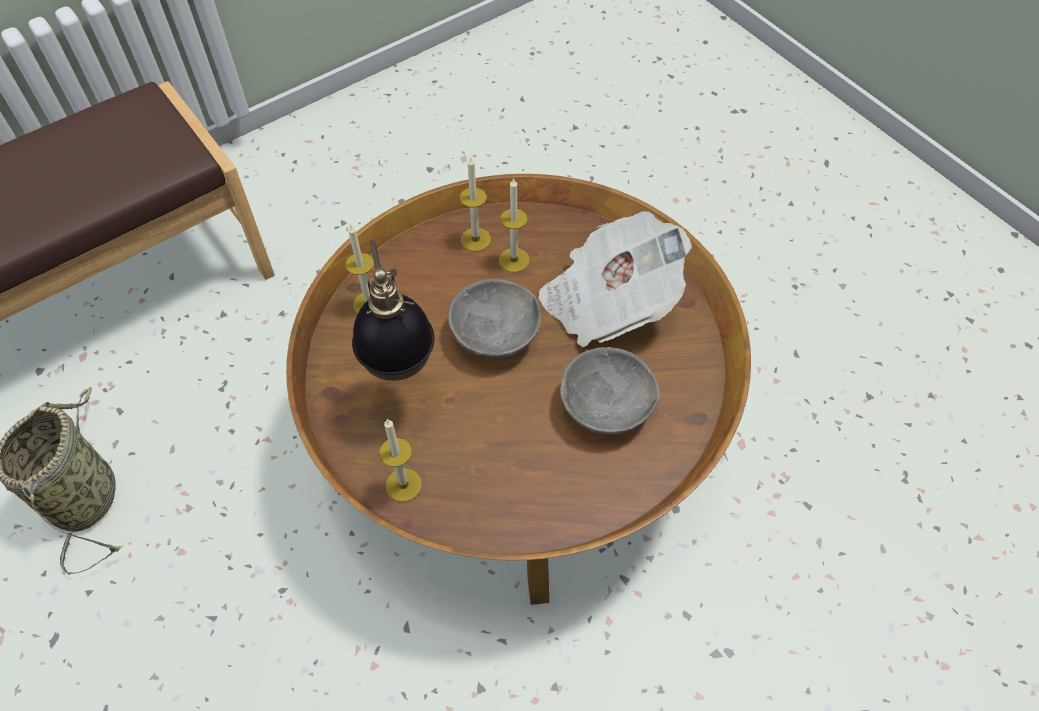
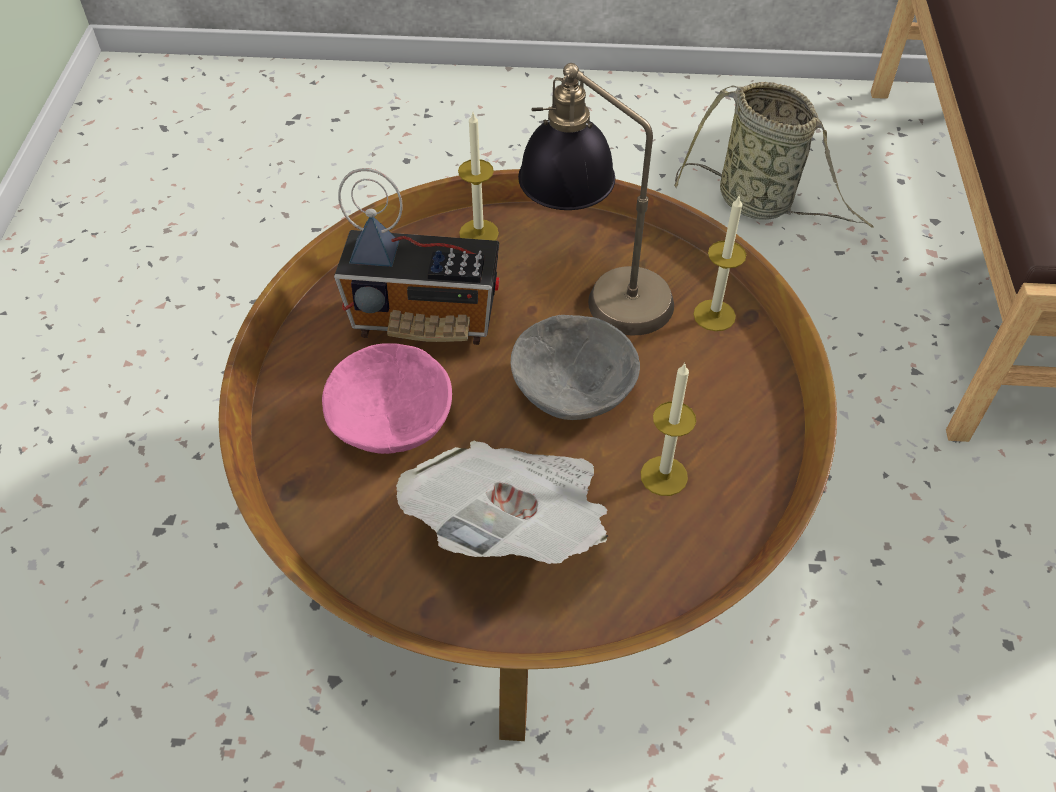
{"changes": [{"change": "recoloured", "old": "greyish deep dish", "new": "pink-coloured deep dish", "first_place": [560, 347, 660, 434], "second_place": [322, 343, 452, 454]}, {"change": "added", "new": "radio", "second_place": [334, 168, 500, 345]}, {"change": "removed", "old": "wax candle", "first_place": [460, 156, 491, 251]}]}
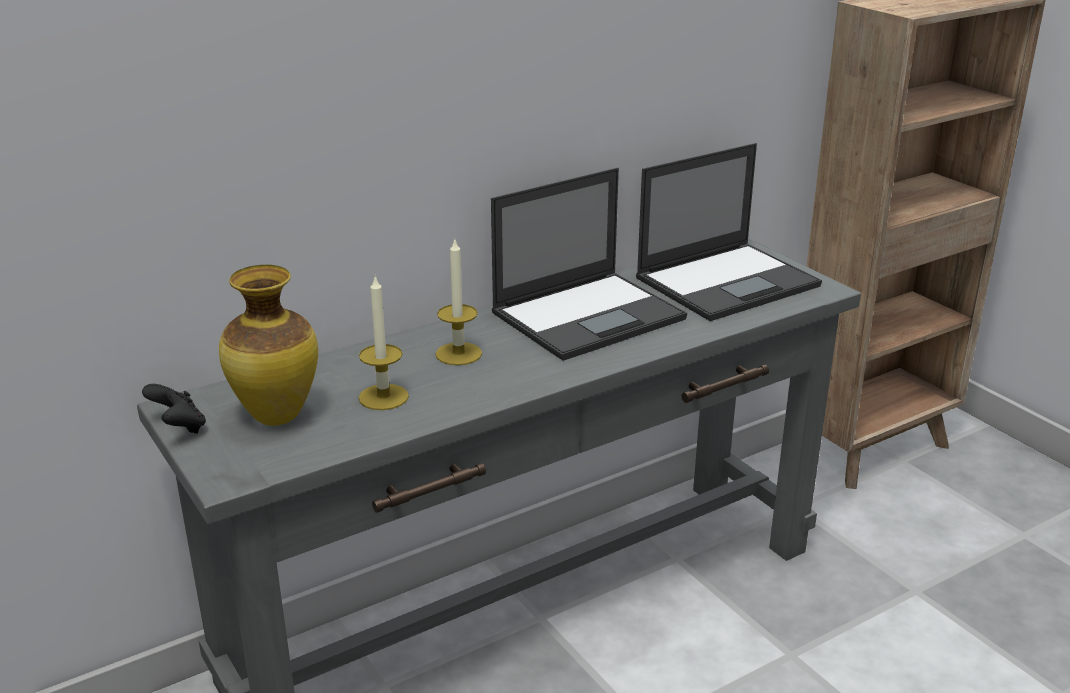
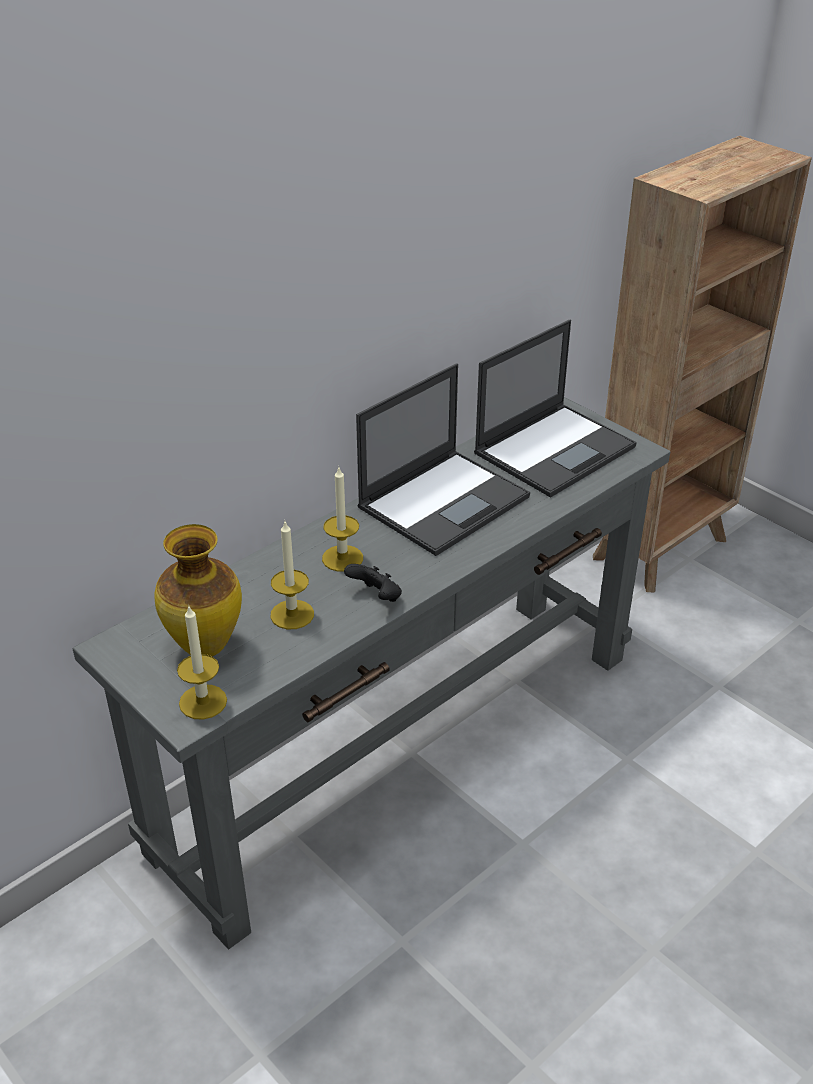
{"changes": [{"change": "added", "new": "wax candle", "second_place": [177, 604, 227, 720]}, {"change": "moved", "old": "black joypad", "first_place": [142, 384, 206, 434], "second_place": [344, 564, 402, 602]}]}
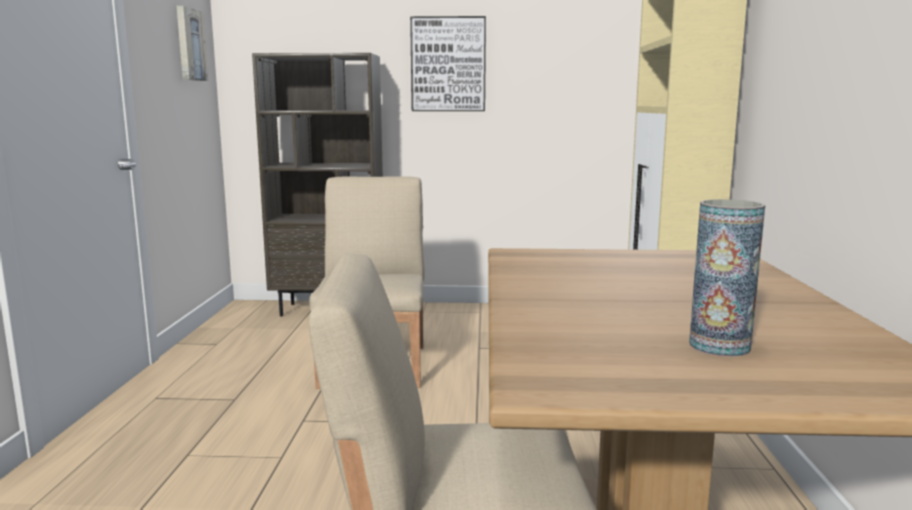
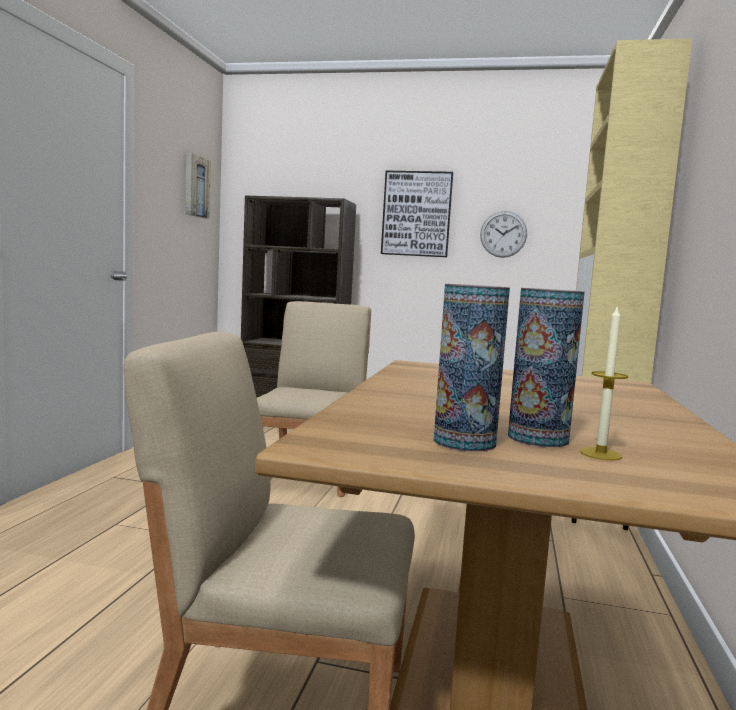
{"changes": [{"change": "added", "new": "flower vase", "second_place": [434, 284, 510, 451]}, {"change": "added", "new": "wall clock", "second_place": [480, 211, 527, 258]}, {"change": "added", "new": "wax candle", "second_place": [580, 307, 628, 460]}]}
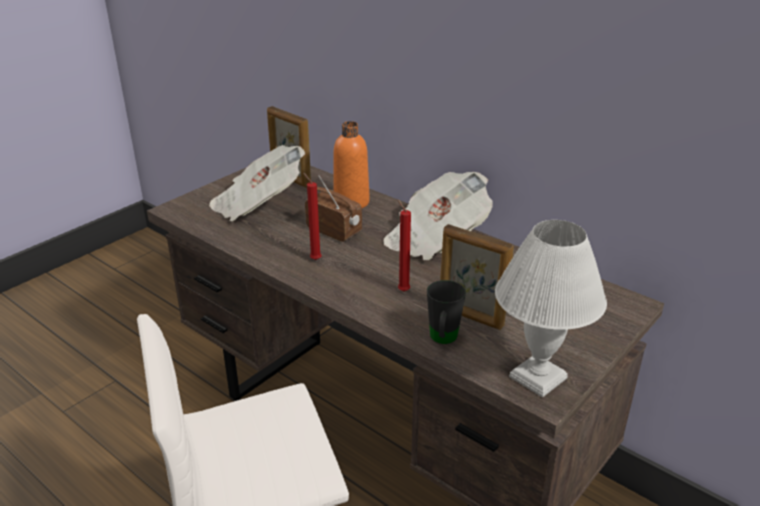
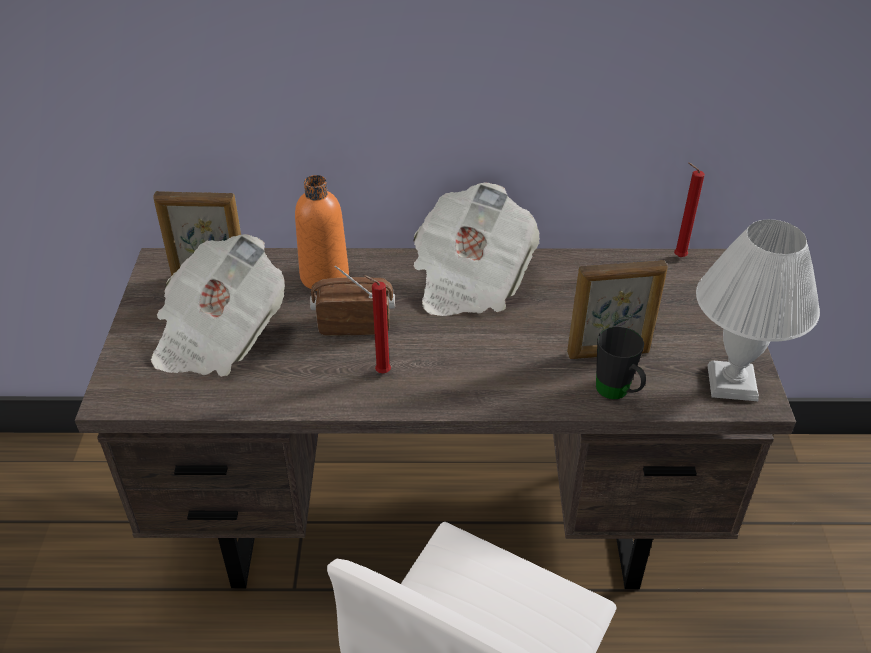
{"changes": [{"change": "moved", "old": "reddish wax candle", "first_place": [398, 199, 411, 291], "second_place": [674, 162, 705, 257]}]}
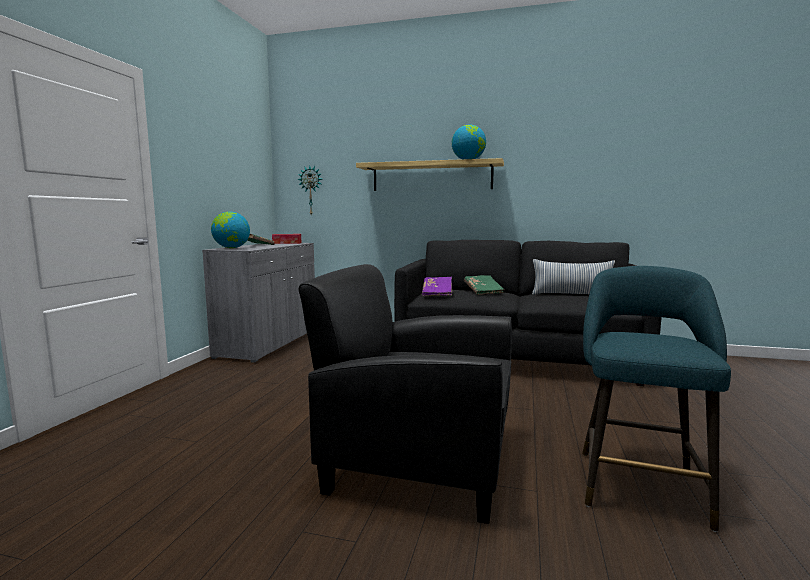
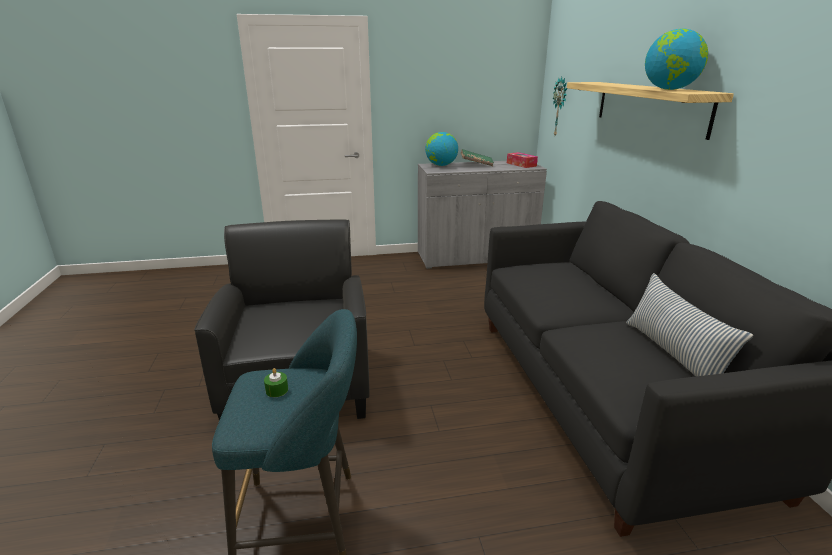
{"changes": [{"change": "added", "new": "greenish wax candle", "second_place": [264, 368, 288, 397]}, {"change": "removed", "old": "purple book", "first_place": [422, 277, 452, 296]}, {"change": "removed", "old": "greenish book", "first_place": [464, 275, 505, 295]}]}
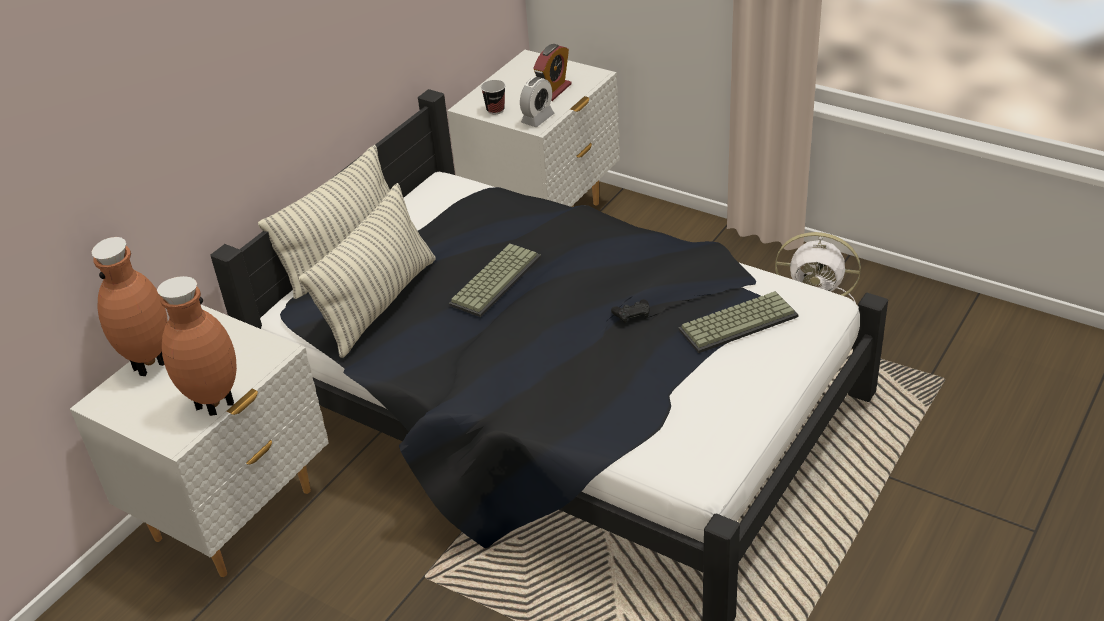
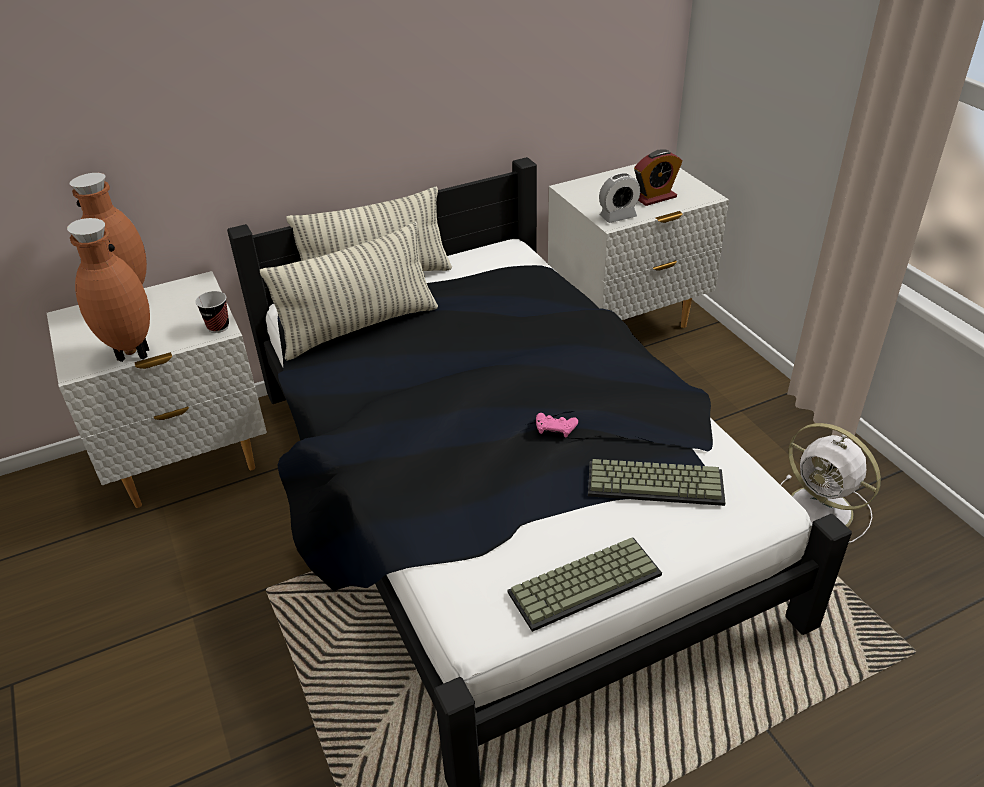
{"changes": [{"change": "moved", "old": "small cup", "first_place": [481, 80, 506, 115], "second_place": [195, 291, 229, 333]}, {"change": "moved", "old": "computer keyboard", "first_place": [449, 244, 541, 317], "second_place": [508, 537, 662, 632]}, {"change": "recoloured", "old": "black joypad", "new": "pink-coloured joypad", "first_place": [611, 299, 650, 323], "second_place": [536, 413, 578, 437]}]}
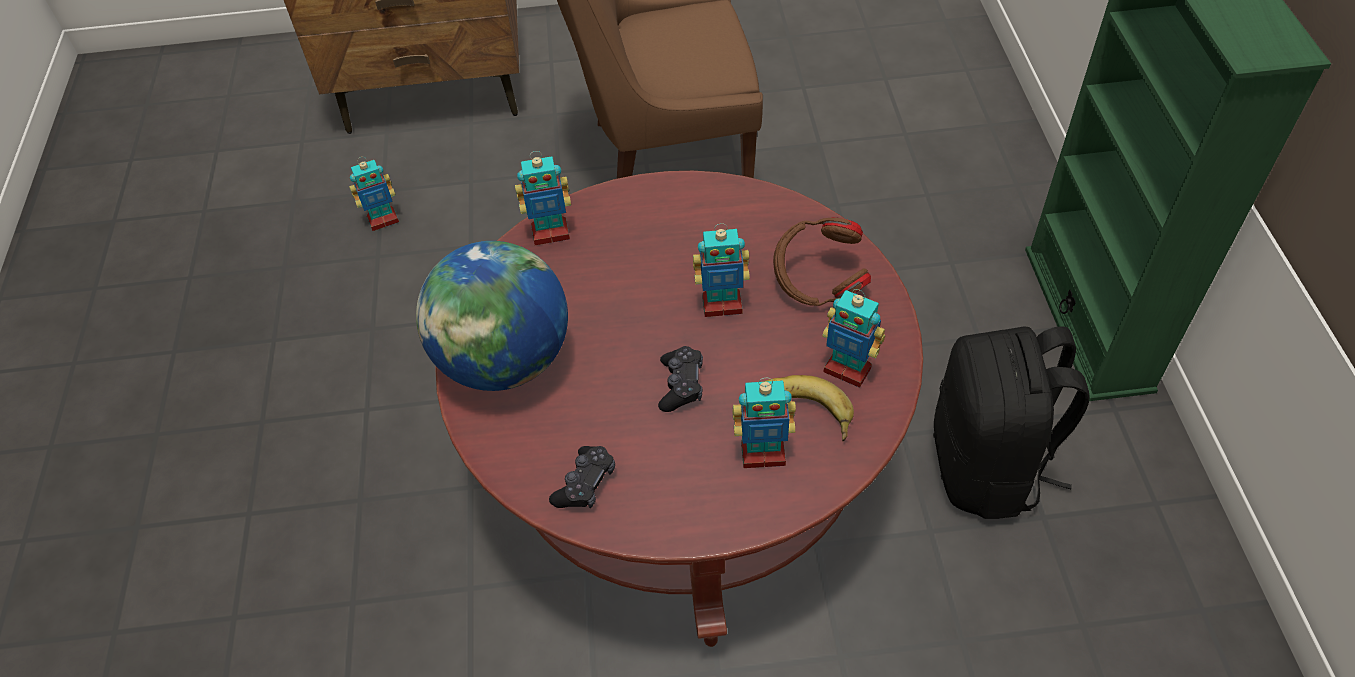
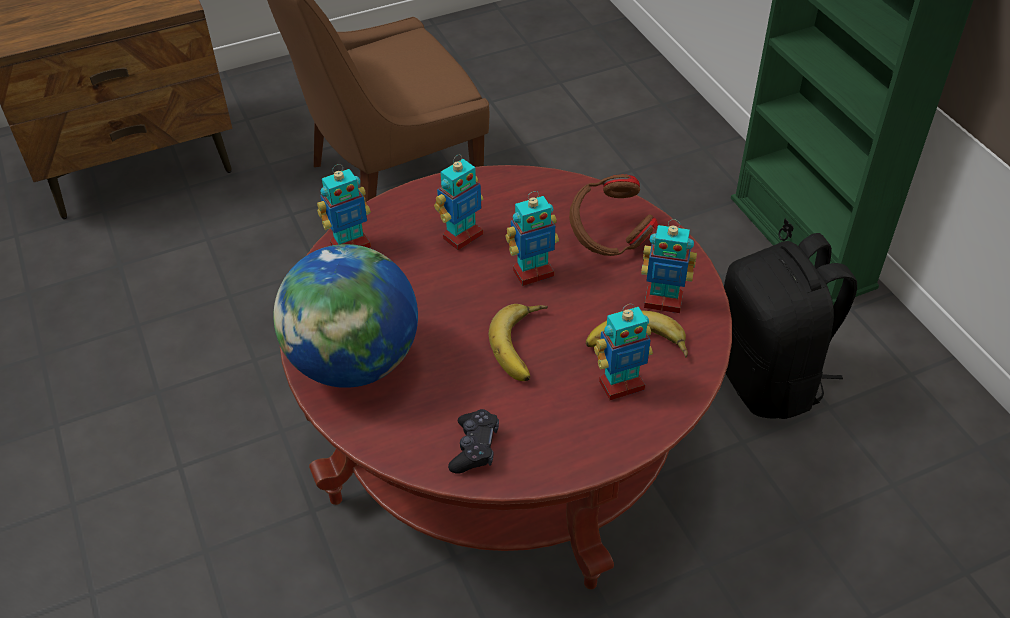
{"changes": [{"change": "moved", "old": "robot figure", "first_place": [349, 157, 399, 231], "second_place": [434, 155, 483, 250]}, {"change": "replaced", "old": "black joypad", "new": "banana fruit", "first_place": [658, 346, 703, 412], "second_place": [489, 304, 548, 381]}]}
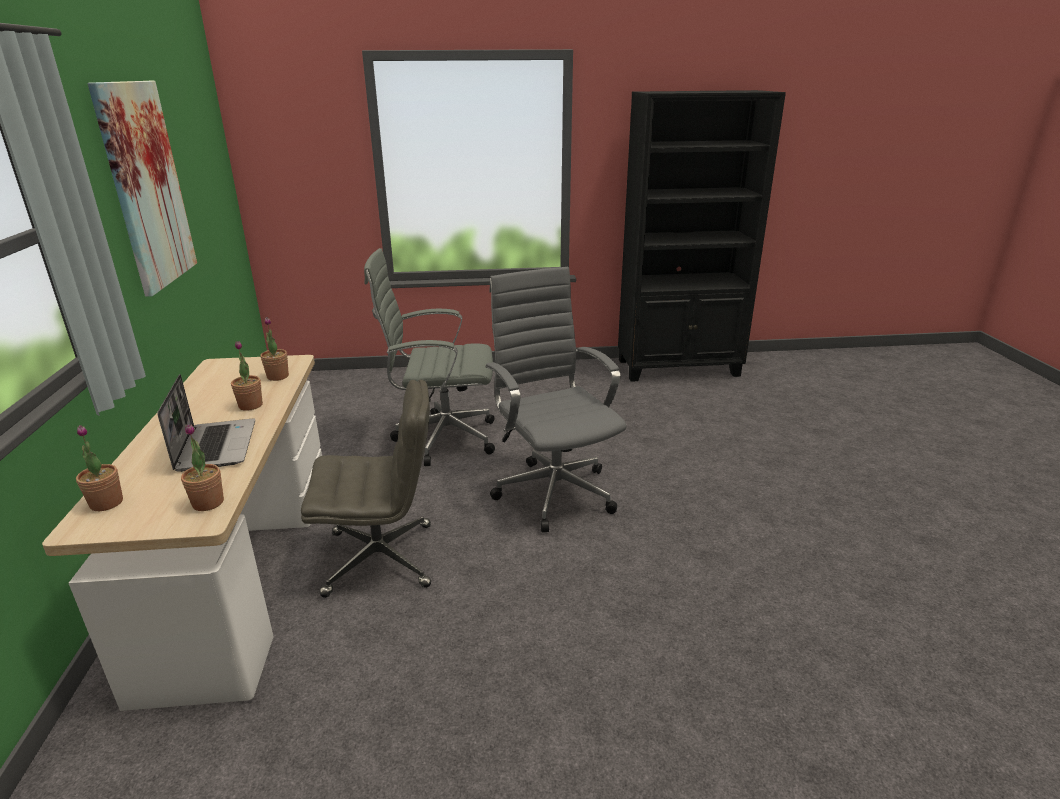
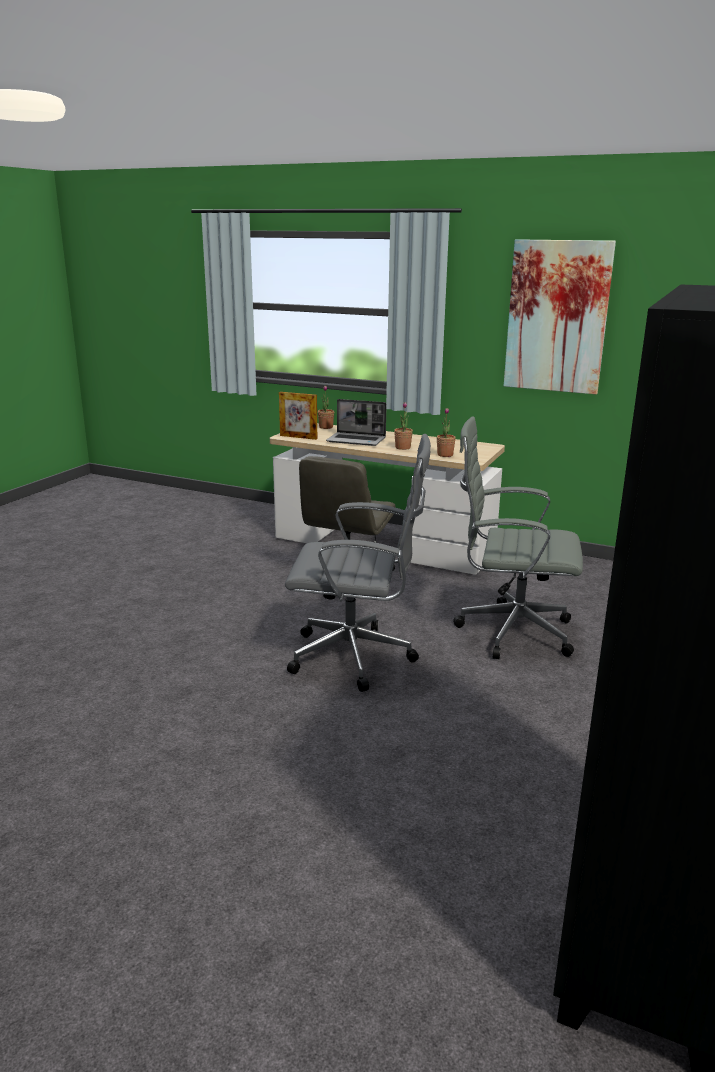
{"changes": [{"change": "replaced", "old": "houseplant", "new": "standing frame", "first_place": [181, 424, 224, 511], "second_place": [279, 392, 317, 440]}, {"change": "turned", "old": "greyish office chair", "first_place": [364, 248, 495, 466], "second_place": [453, 417, 583, 659], "degrees": -105}]}
